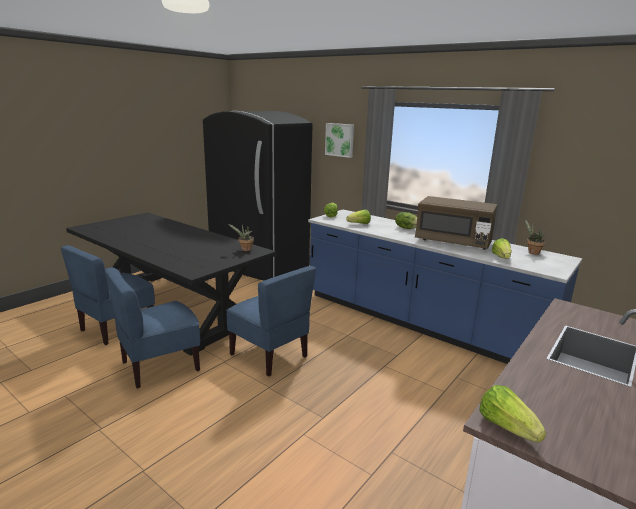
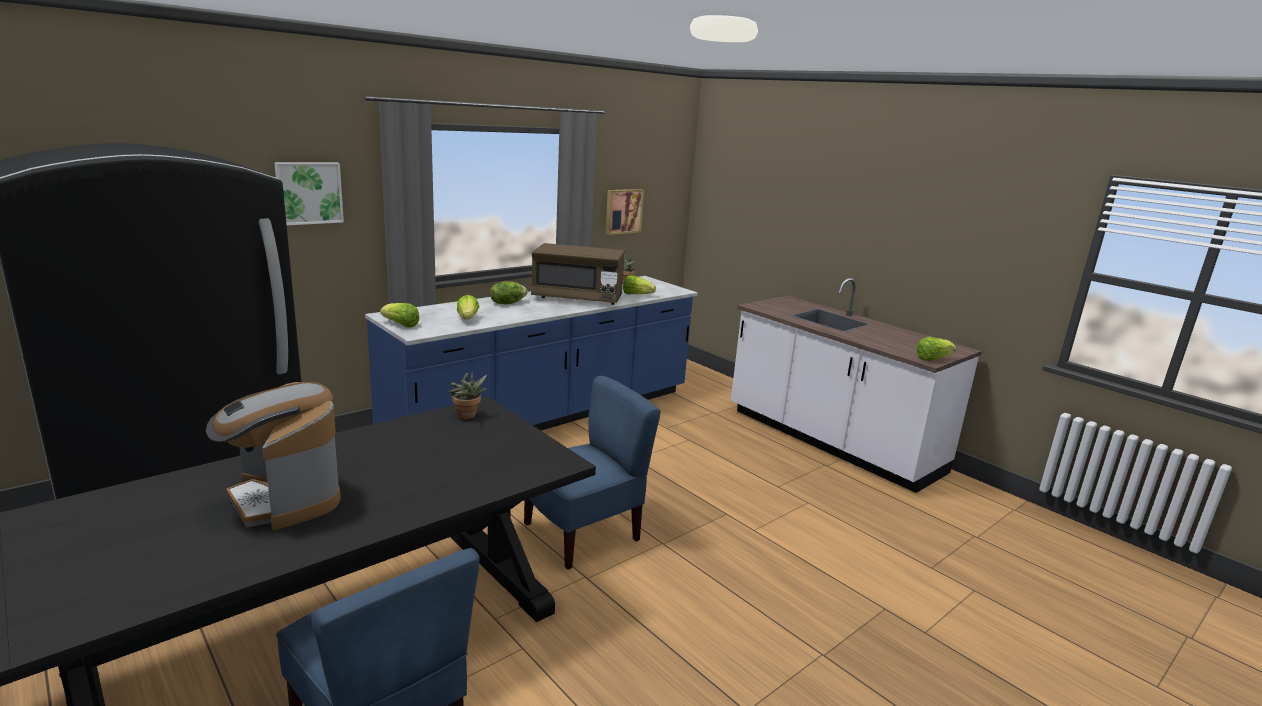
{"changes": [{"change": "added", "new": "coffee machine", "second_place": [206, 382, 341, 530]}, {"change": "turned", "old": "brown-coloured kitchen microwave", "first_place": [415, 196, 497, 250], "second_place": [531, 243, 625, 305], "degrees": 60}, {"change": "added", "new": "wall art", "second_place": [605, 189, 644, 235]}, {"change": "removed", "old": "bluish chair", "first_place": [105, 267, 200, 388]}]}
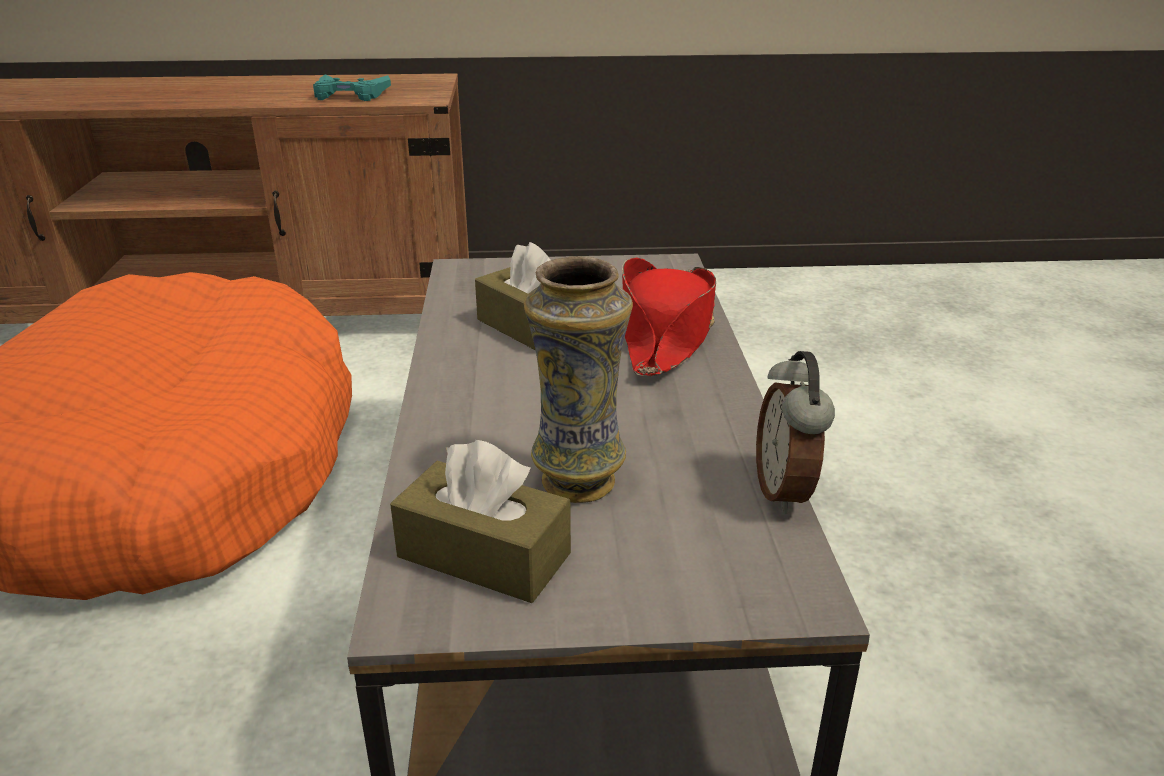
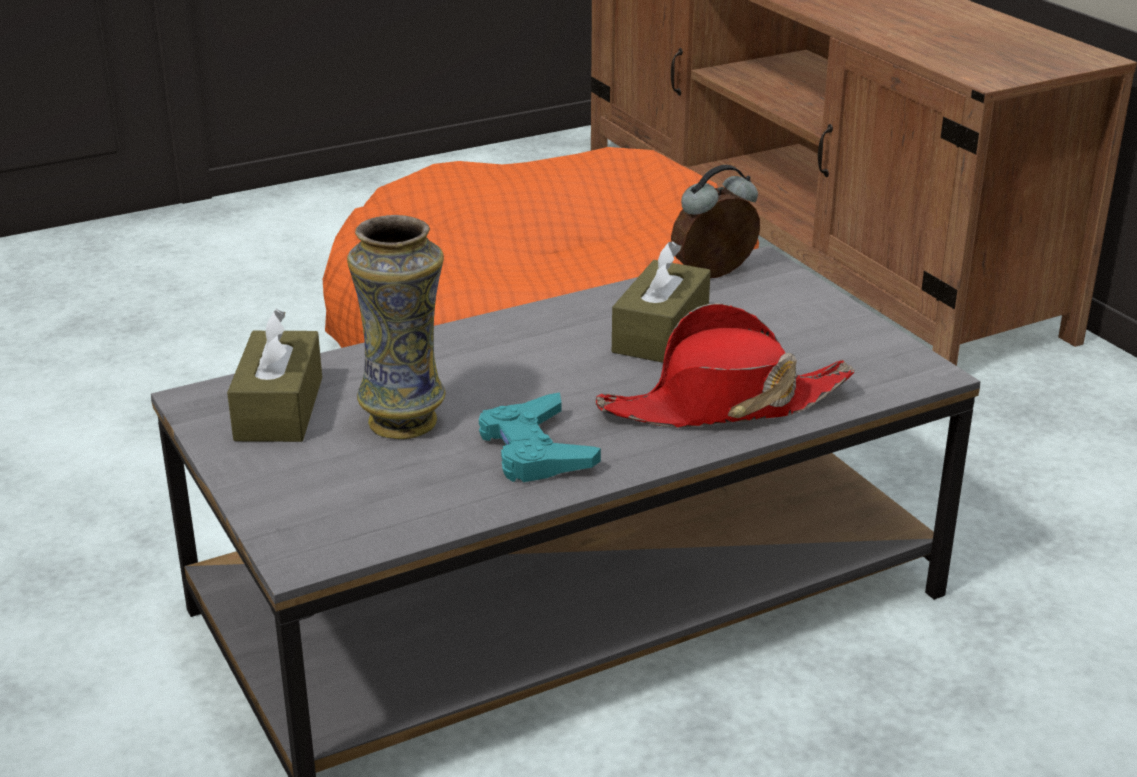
{"changes": [{"change": "moved", "old": "turquoise joypad", "first_place": [313, 74, 391, 101], "second_place": [479, 392, 601, 482]}, {"change": "moved", "old": "bedside clock", "first_place": [756, 351, 835, 514], "second_place": [671, 165, 760, 278]}]}
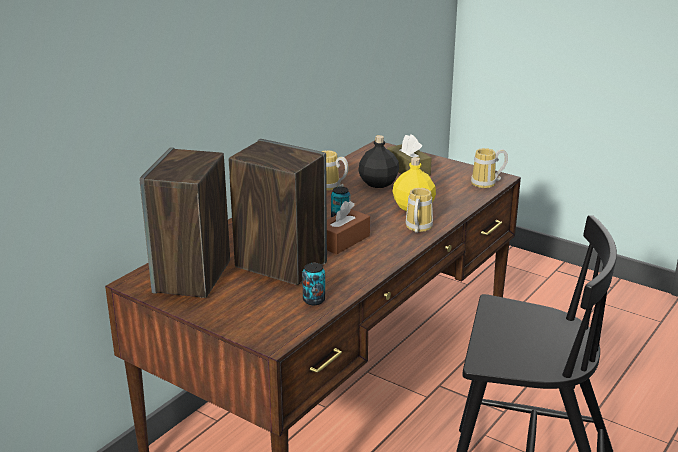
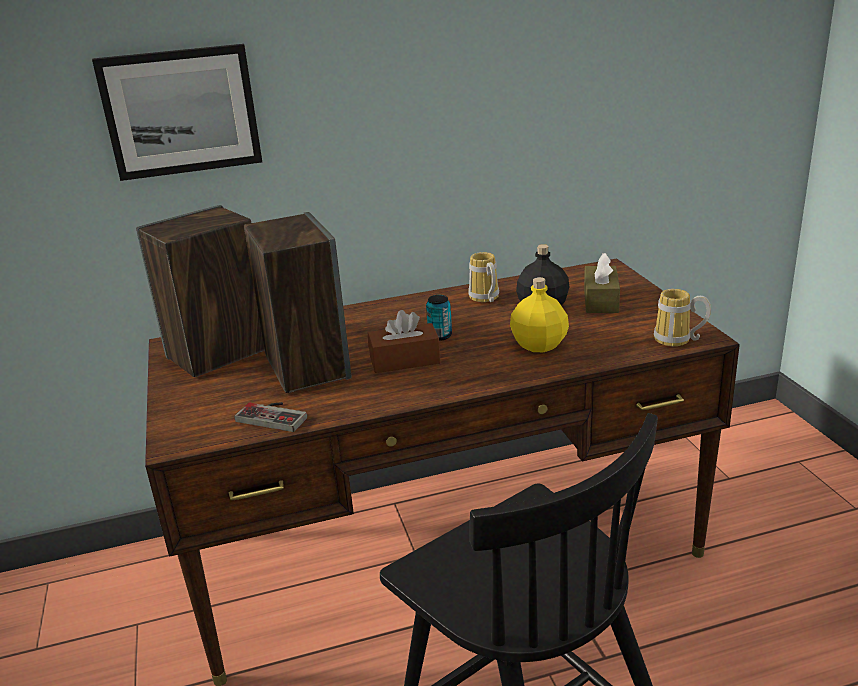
{"changes": [{"change": "added", "new": "wall art", "second_place": [92, 44, 262, 181]}, {"change": "replaced", "old": "sealed can", "new": "joypad", "first_place": [302, 263, 325, 305], "second_place": [234, 402, 307, 432]}, {"change": "removed", "old": "coffee mug", "first_place": [406, 188, 433, 233]}]}
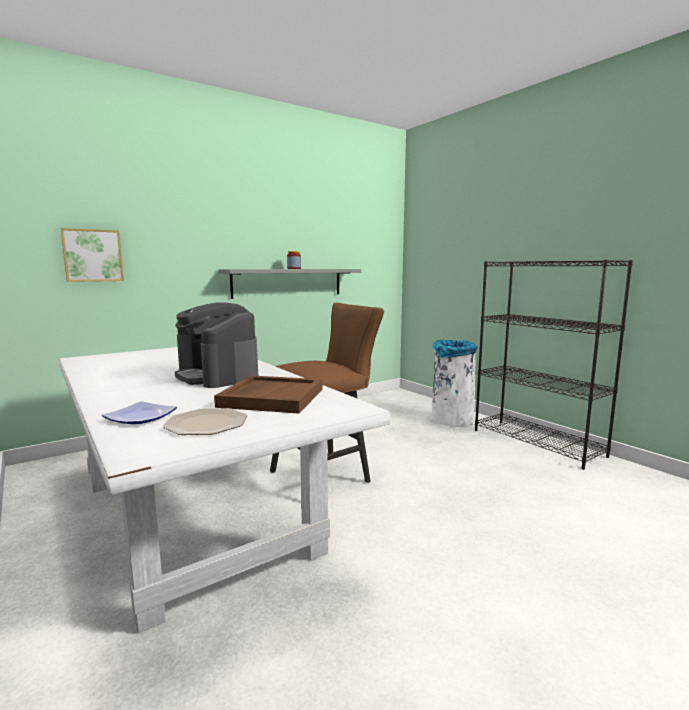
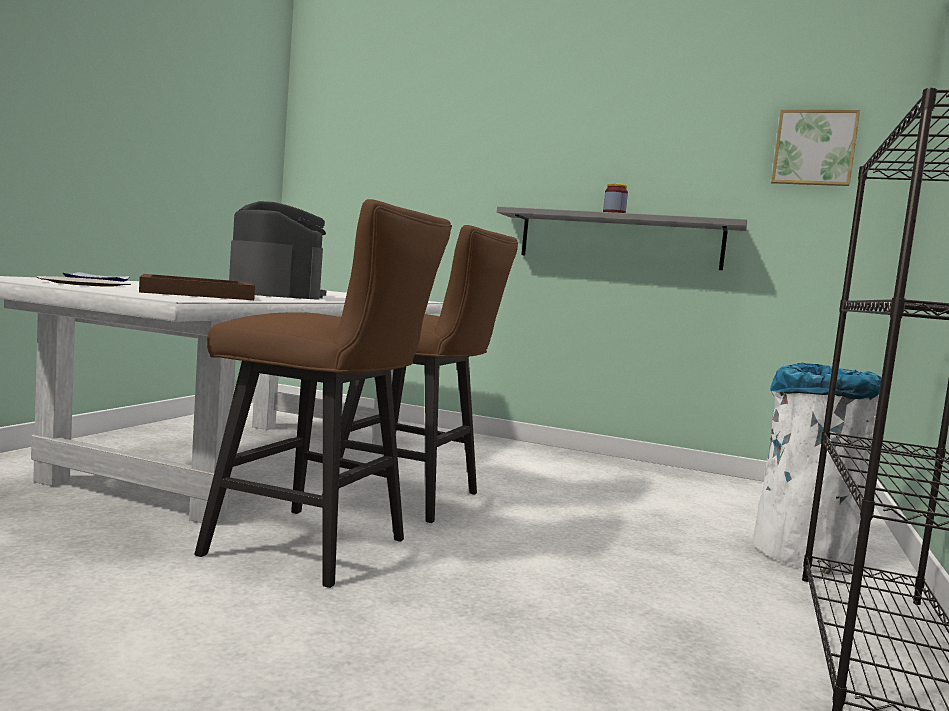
{"changes": [{"change": "added", "new": "brown-coloured stool seat", "second_place": [194, 199, 452, 588]}, {"change": "turned", "old": "coffee machine", "first_place": [175, 302, 258, 388], "second_place": [229, 201, 326, 299], "degrees": 135}, {"change": "moved", "old": "wall art", "first_place": [61, 228, 124, 282], "second_place": [771, 110, 860, 186]}]}
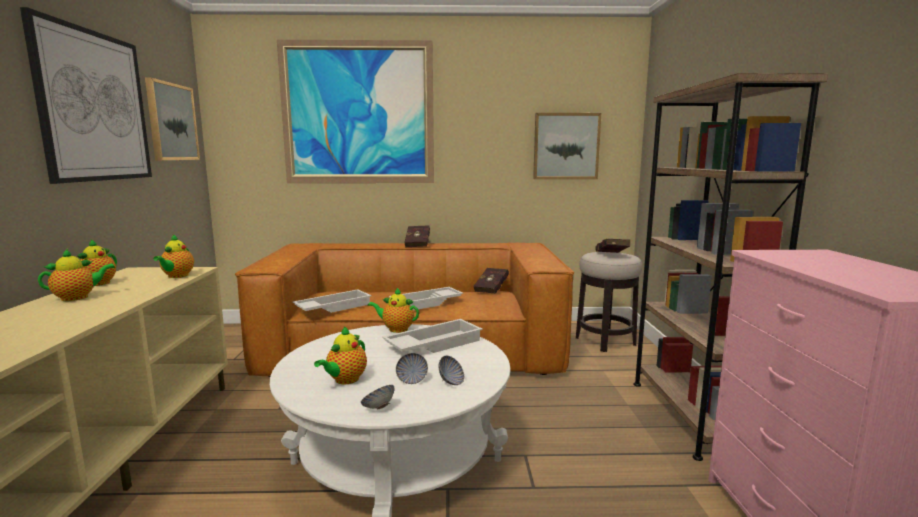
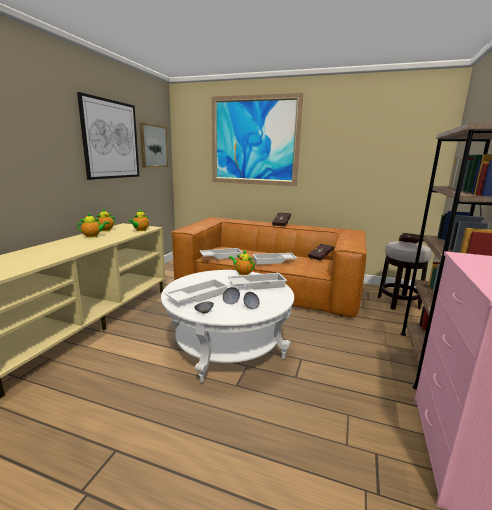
{"changes": [{"change": "replaced", "old": "teapot", "new": "white serving tray", "first_place": [314, 327, 367, 384], "second_place": [164, 279, 229, 303]}, {"change": "removed", "old": "wall art", "first_place": [533, 113, 601, 179]}]}
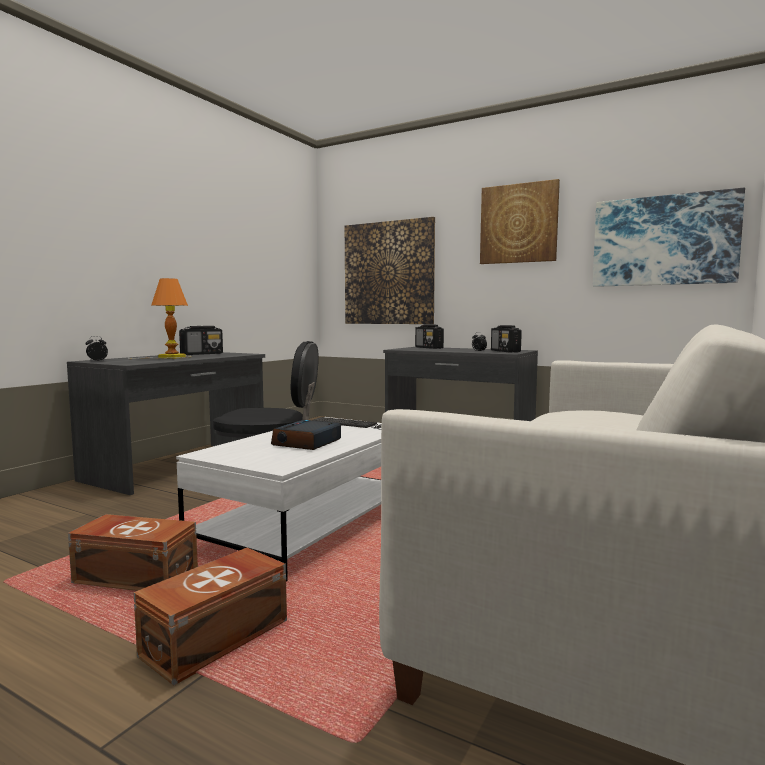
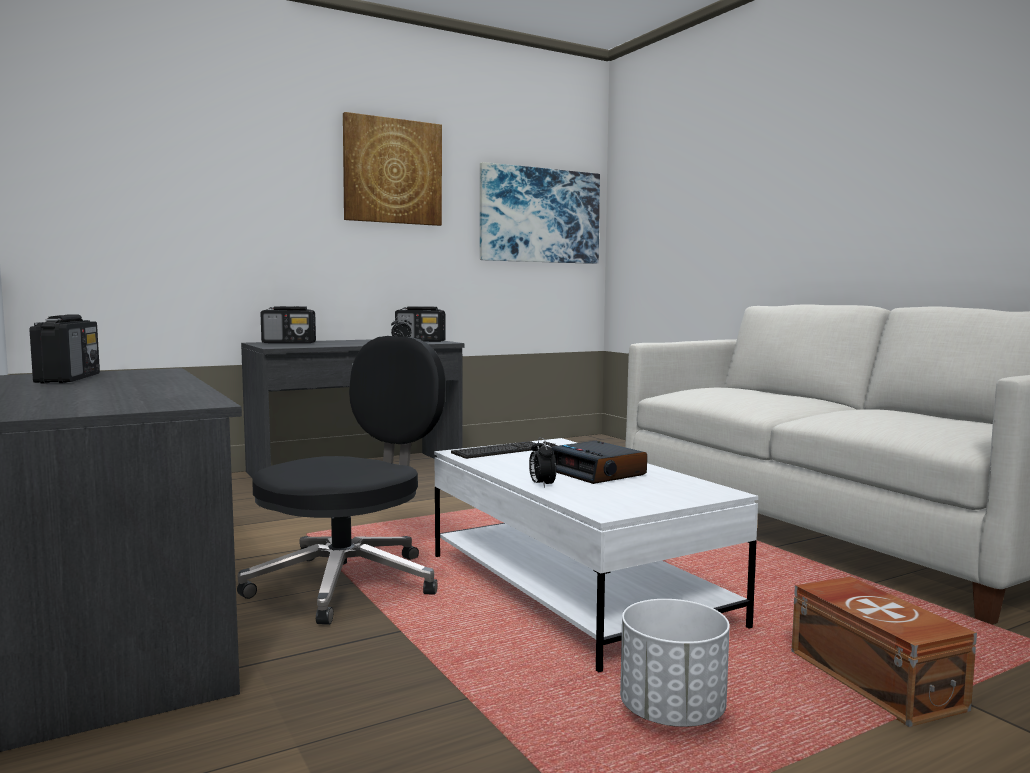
{"changes": [{"change": "moved", "old": "bedside clock", "first_place": [86, 336, 108, 362], "second_place": [529, 437, 556, 488]}, {"change": "replaced", "old": "brown-coloured storage bin", "new": "white planter", "first_place": [68, 514, 198, 591], "second_place": [620, 599, 730, 727]}, {"change": "removed", "old": "tabletop lamp", "first_place": [128, 278, 192, 360]}, {"change": "removed", "old": "wall art", "first_place": [345, 217, 435, 324]}]}
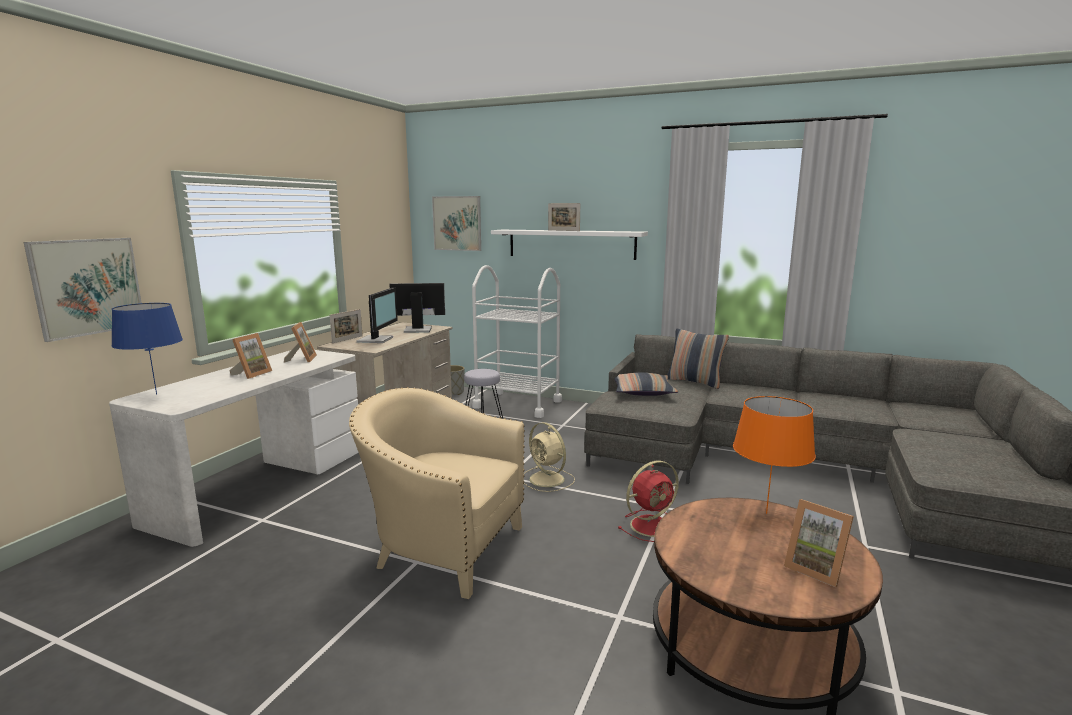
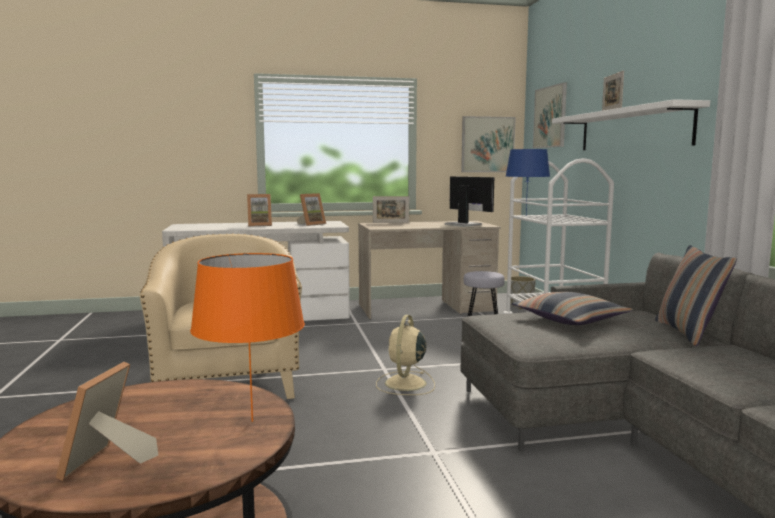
{"changes": [{"change": "moved", "old": "wall art", "first_place": [24, 238, 142, 342], "second_place": [461, 116, 516, 172]}, {"change": "moved", "old": "bluish tabletop lamp", "first_place": [111, 303, 183, 395], "second_place": [506, 149, 550, 214]}, {"change": "removed", "old": "monitor", "first_place": [357, 287, 398, 343]}, {"change": "removed", "old": "reddish cooling fan", "first_place": [618, 461, 679, 542]}]}
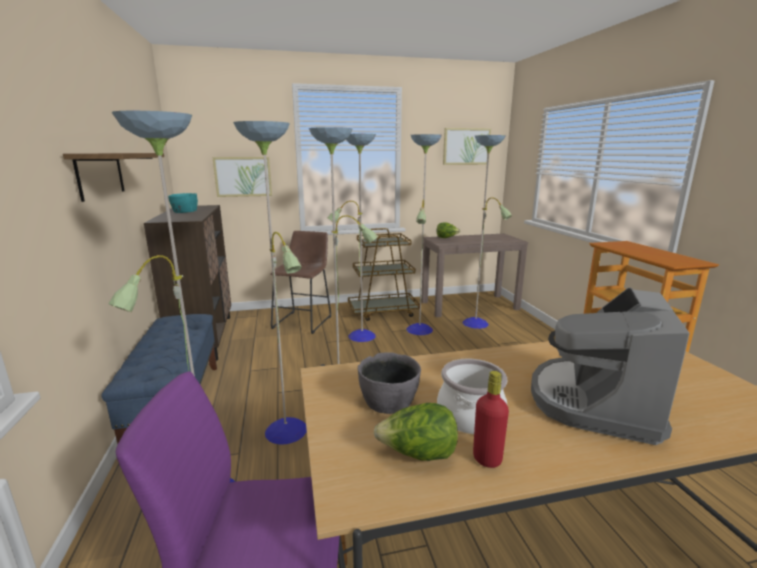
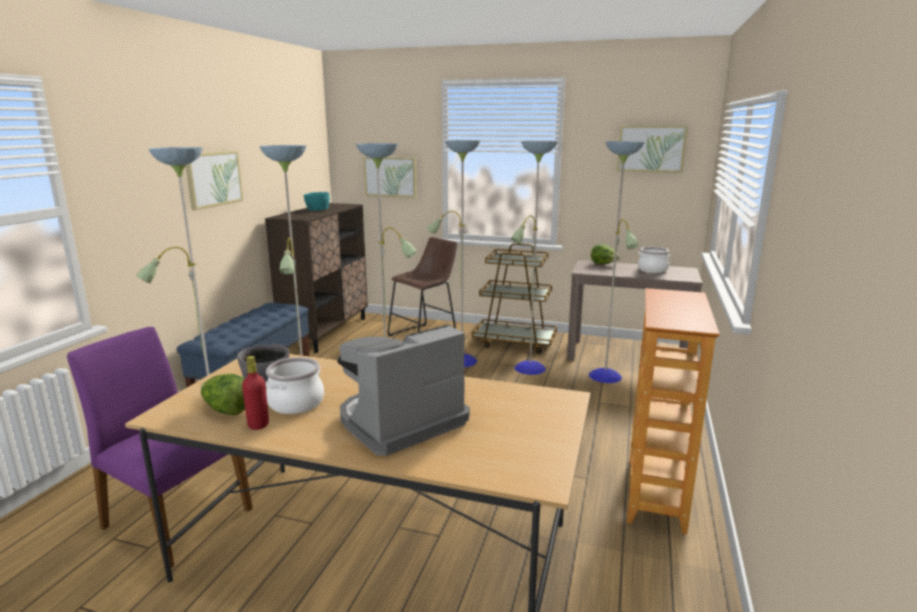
{"changes": [{"change": "replaced", "old": "bracket shelf", "new": "wall art", "first_place": [63, 153, 164, 202], "second_place": [186, 150, 244, 210]}, {"change": "added", "new": "saucepot", "second_place": [638, 247, 671, 273]}]}
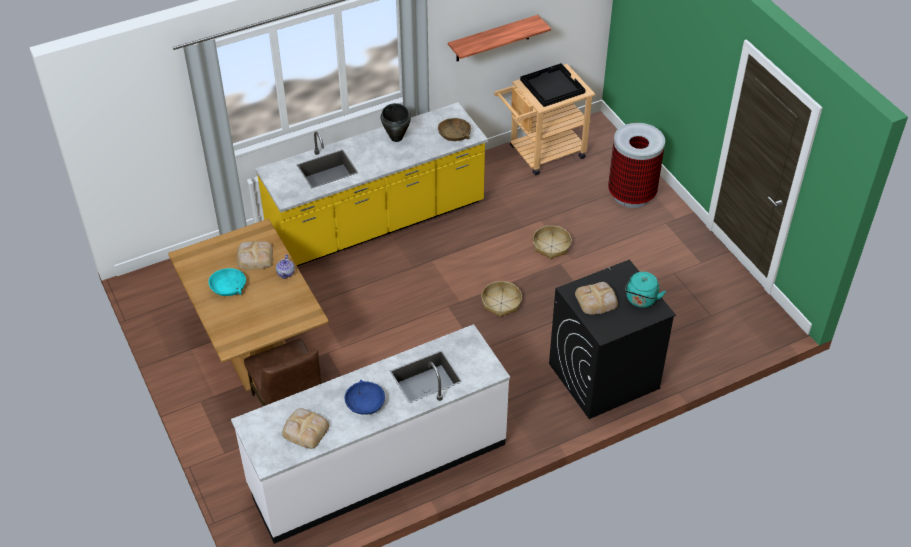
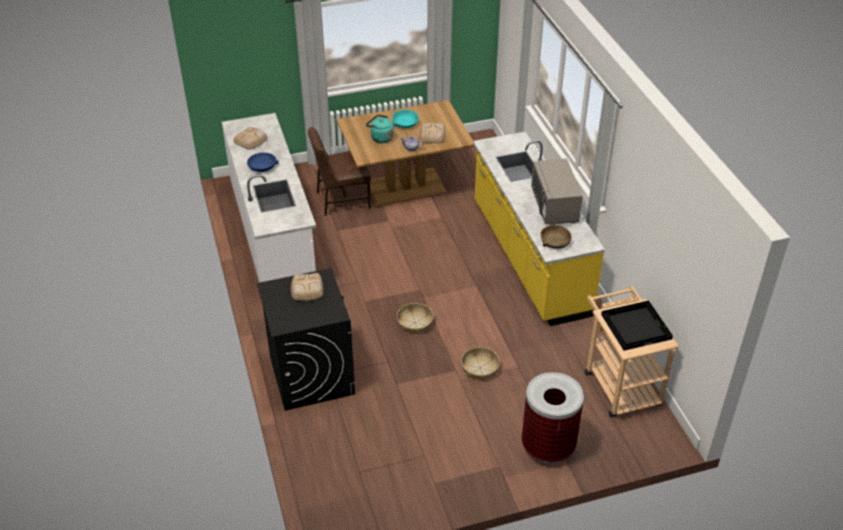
{"changes": [{"change": "moved", "old": "turquoise tea kettle", "first_place": [625, 272, 666, 308], "second_place": [366, 115, 394, 143]}, {"change": "replaced", "old": "black saucepot", "new": "greyish kitchen microwave", "first_place": [381, 103, 411, 142], "second_place": [531, 158, 583, 225]}, {"change": "removed", "old": "bracket shelf", "first_place": [448, 15, 551, 61]}]}
